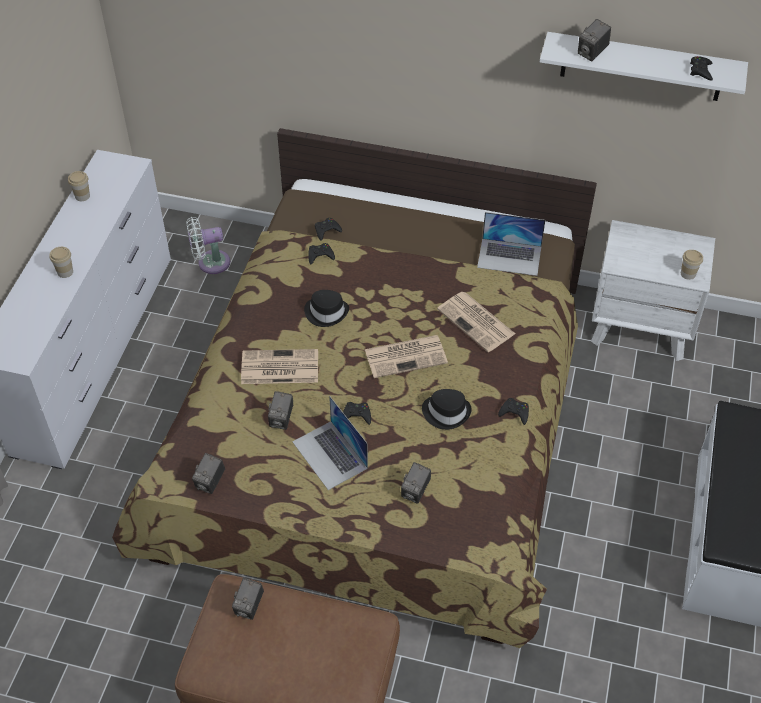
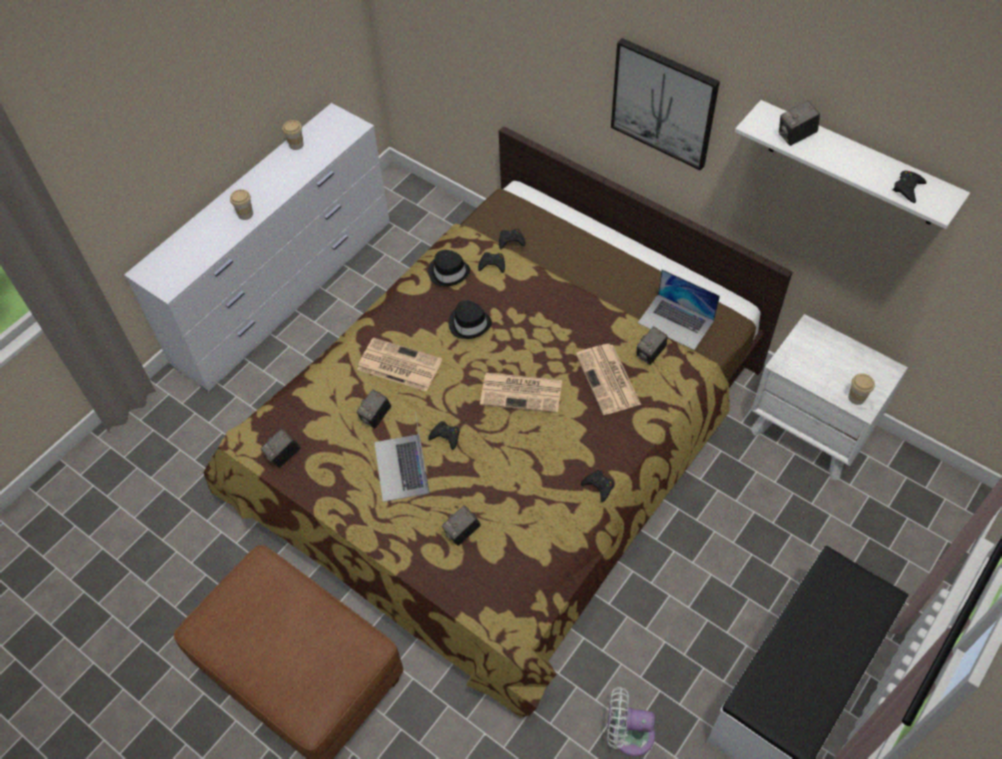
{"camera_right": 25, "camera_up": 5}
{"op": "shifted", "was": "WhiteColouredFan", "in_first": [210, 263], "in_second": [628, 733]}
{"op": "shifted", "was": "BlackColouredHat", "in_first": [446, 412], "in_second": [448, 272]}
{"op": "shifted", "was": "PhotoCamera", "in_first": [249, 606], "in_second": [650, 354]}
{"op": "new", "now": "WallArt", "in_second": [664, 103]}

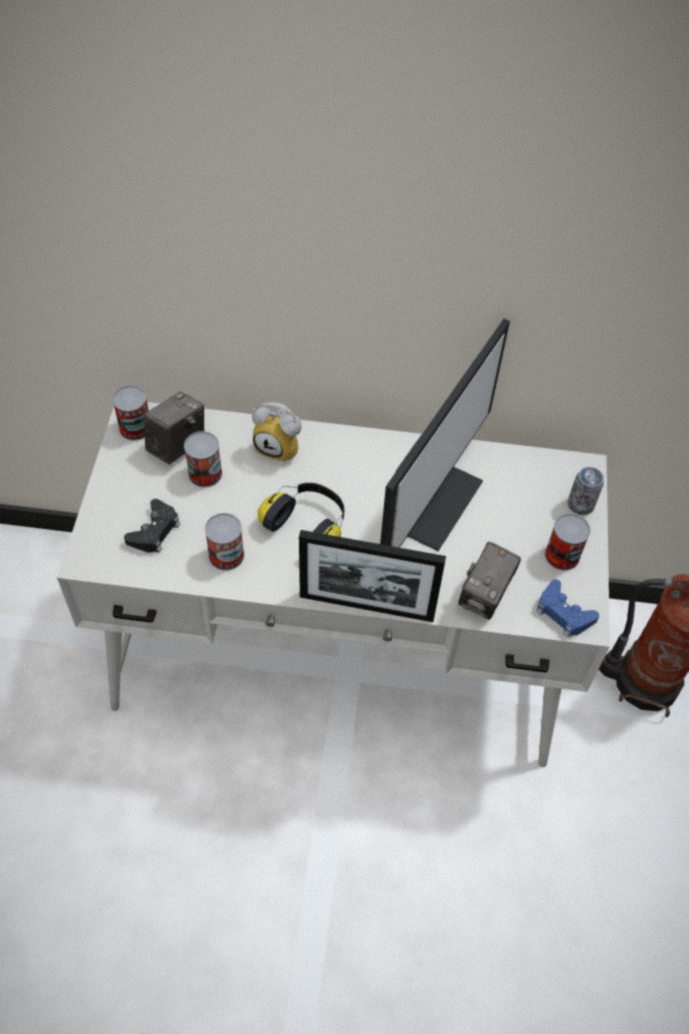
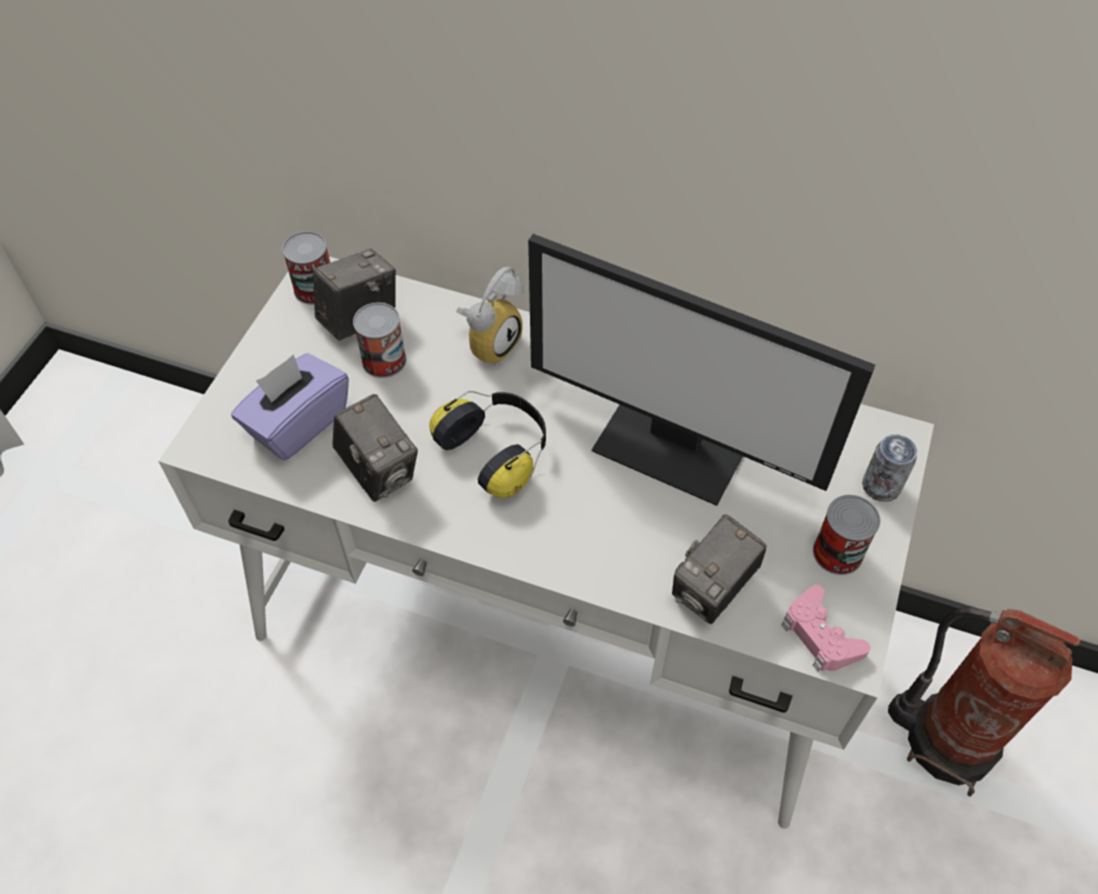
{"camera_right": 15, "camera_up": 0}
{"op": "rotated", "was": "ComputerDisplay", "in_first": [432, 501], "in_second": [673, 446], "clockwise": 75}
{"op": "rotated", "was": "TableClock", "in_first": [280, 447], "in_second": [490, 342], "clockwise": -90}
{"op": "swapped", "was": "BlackColouredGameController", "now": "PurplishTissueBox", "in_first": [154, 531], "in_second": [298, 423]}
{"op": "swapped", "was": "Can", "now": "PhotoCamera", "in_first": [226, 555], "in_second": [379, 470]}
{"op": "gone", "was": "PhotoFrame", "in_first": [366, 606]}
{"op": "repainted", "was": "BlueGameController", "now": "PinkColouredGameController", "in_first": [563, 613], "in_second": [820, 635]}

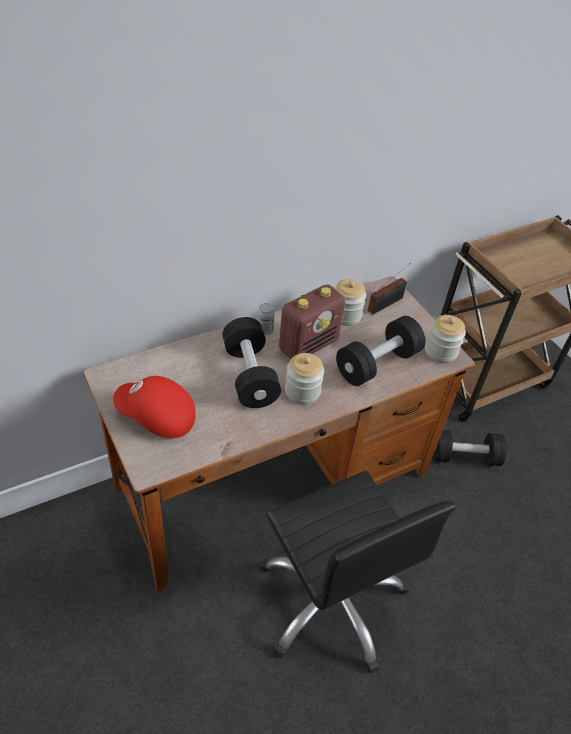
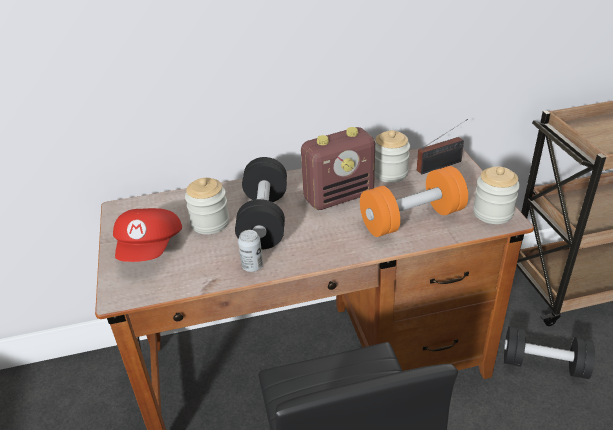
{"camera_right": 20, "camera_up": -10}
{"op": "shifted", "was": "Can", "in_first": [264, 330], "in_second": [252, 266]}
{"op": "repainted", "was": "BlackColouredDumbbell", "now": "OrangeColouredDumbbell", "in_first": [377, 364], "in_second": [412, 219]}
{"op": "shifted", "was": "PreserveJar", "in_first": [302, 391], "in_second": [210, 223]}
{"op": "rotated", "was": "RedPeakedCap", "in_first": [156, 417], "in_second": [151, 248], "clockwise": -120}

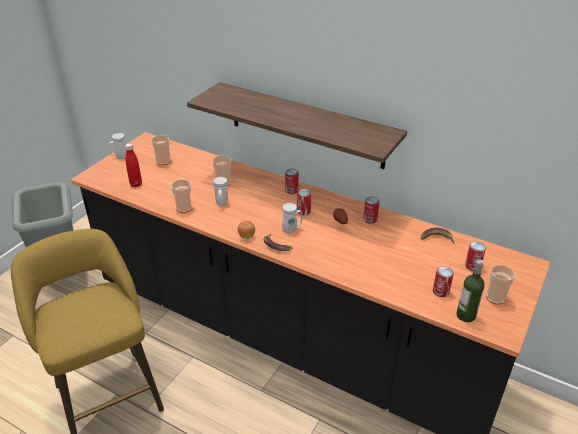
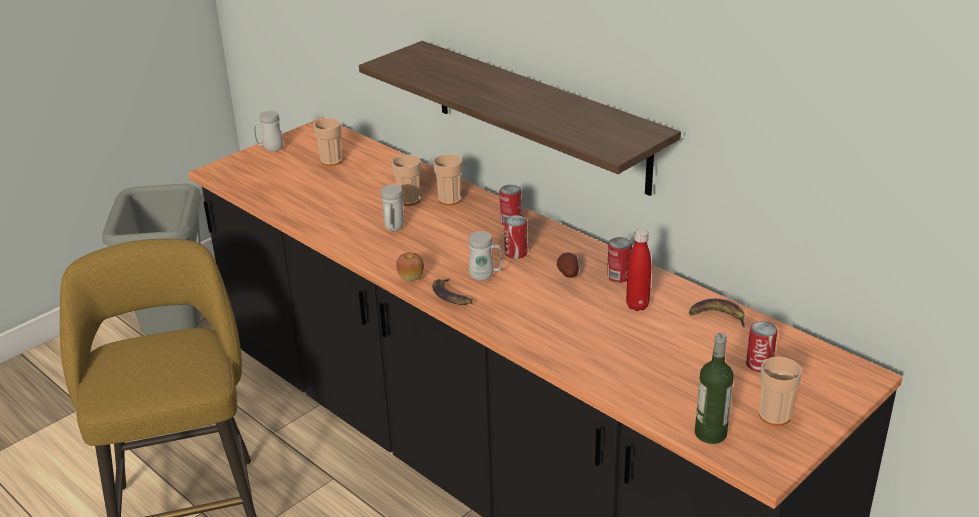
{"camera_right": 15, "camera_up": -5}
{"op": "shifted", "was": "RedBeverageBottle", "in_first": [136, 184], "in_second": [637, 305]}
{"op": "shifted", "was": "SmallCup", "in_first": [184, 208], "in_second": [449, 199]}
{"op": "gone", "was": "Can", "in_first": [440, 291]}

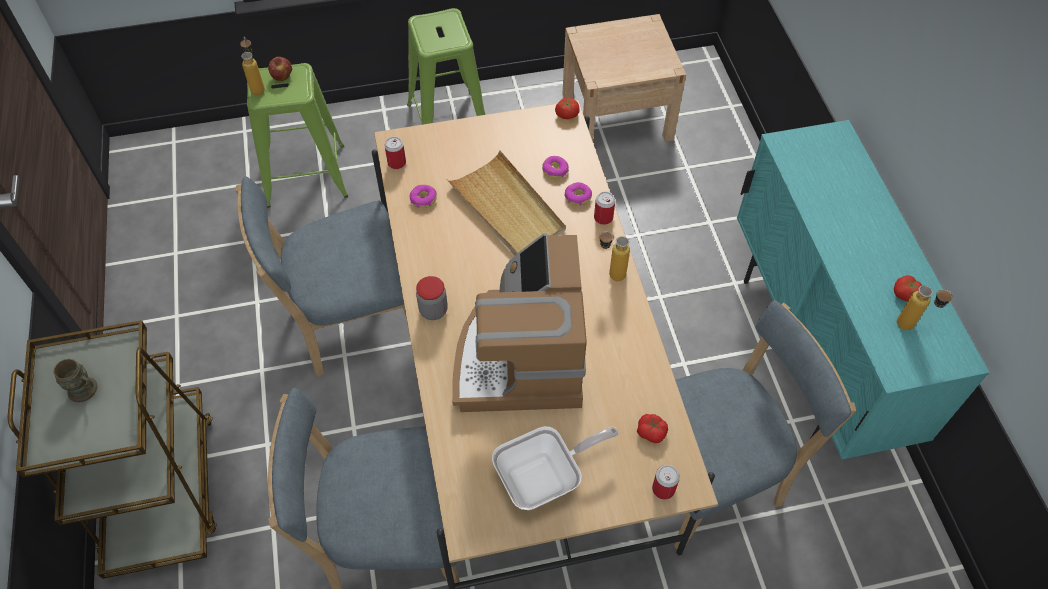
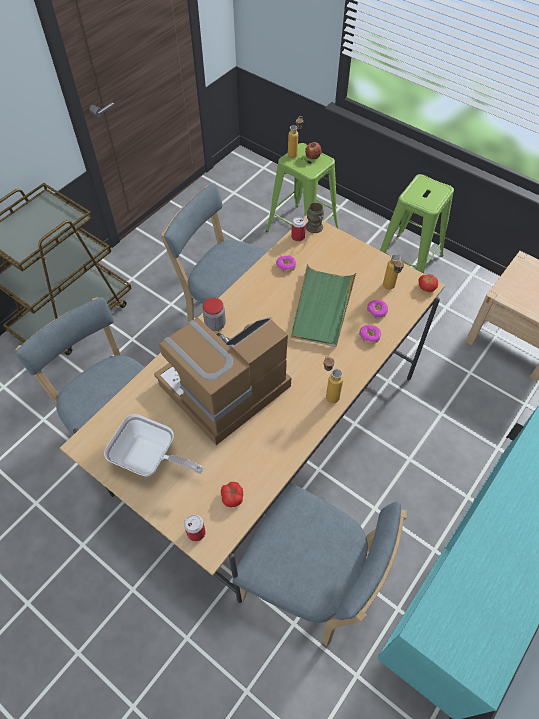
{"camera_right": 50, "camera_up": 0}
{"op": "repainted", "was": "SandColouredTray", "now": "GreenishTray", "in_first": [507, 208], "in_second": [322, 308]}
{"op": "gone", "was": "Can", "in_first": [603, 218]}
{"op": "gone", "was": "WholeTomato", "in_first": [905, 294]}
{"op": "shifted", "was": "BeverageBottle", "in_first": [912, 327], "in_second": [389, 289]}
{"op": "shifted", "was": "BrownColouredMug", "in_first": [87, 391], "in_second": [315, 229]}

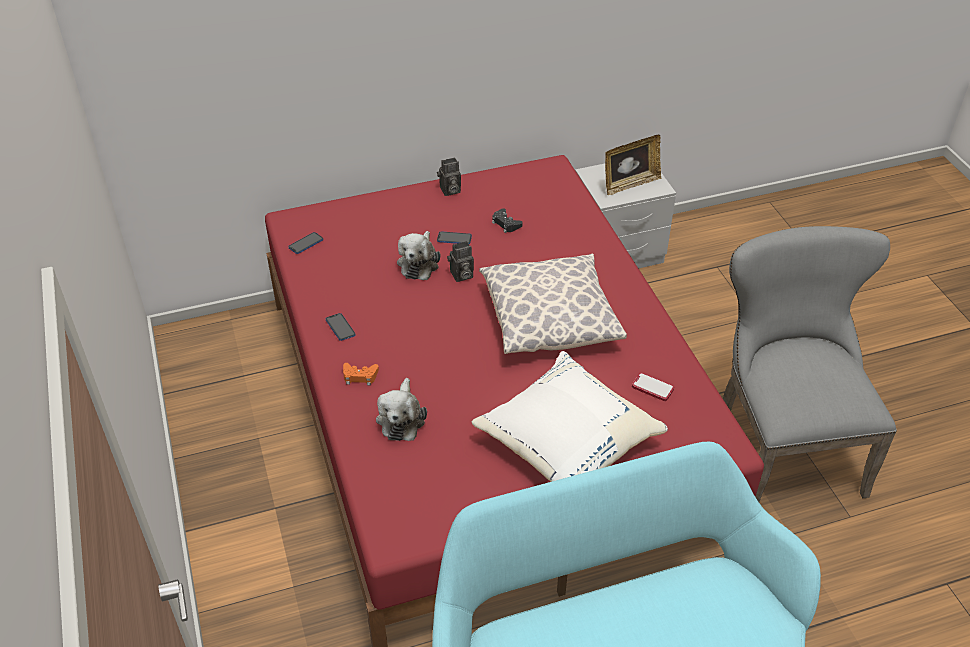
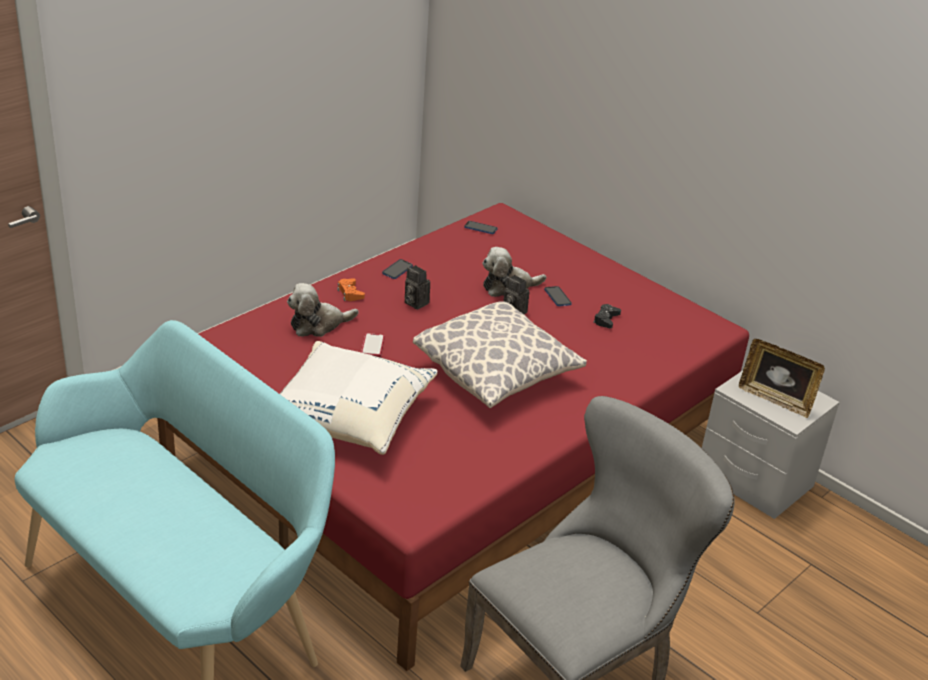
{"camera_right": 60, "camera_up": -10}
{"op": "shifted", "was": "PhotoCamera", "in_first": [449, 190], "in_second": [414, 302]}
{"op": "shifted", "was": "Telephone", "in_first": [652, 388], "in_second": [372, 346]}

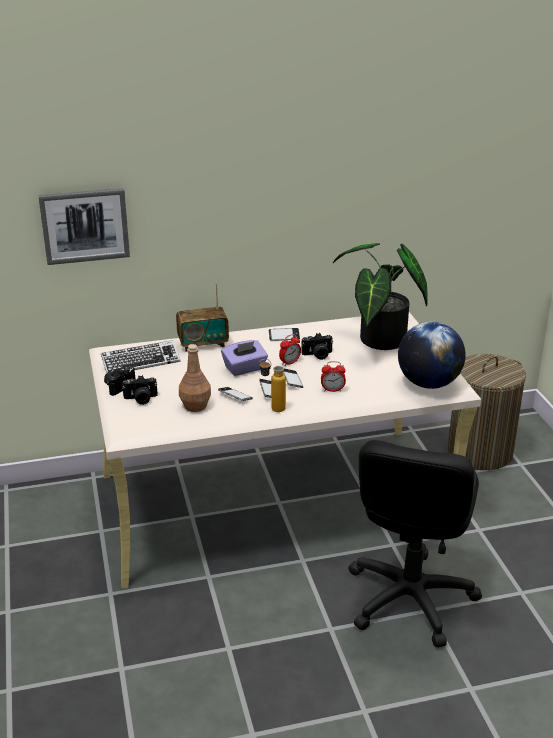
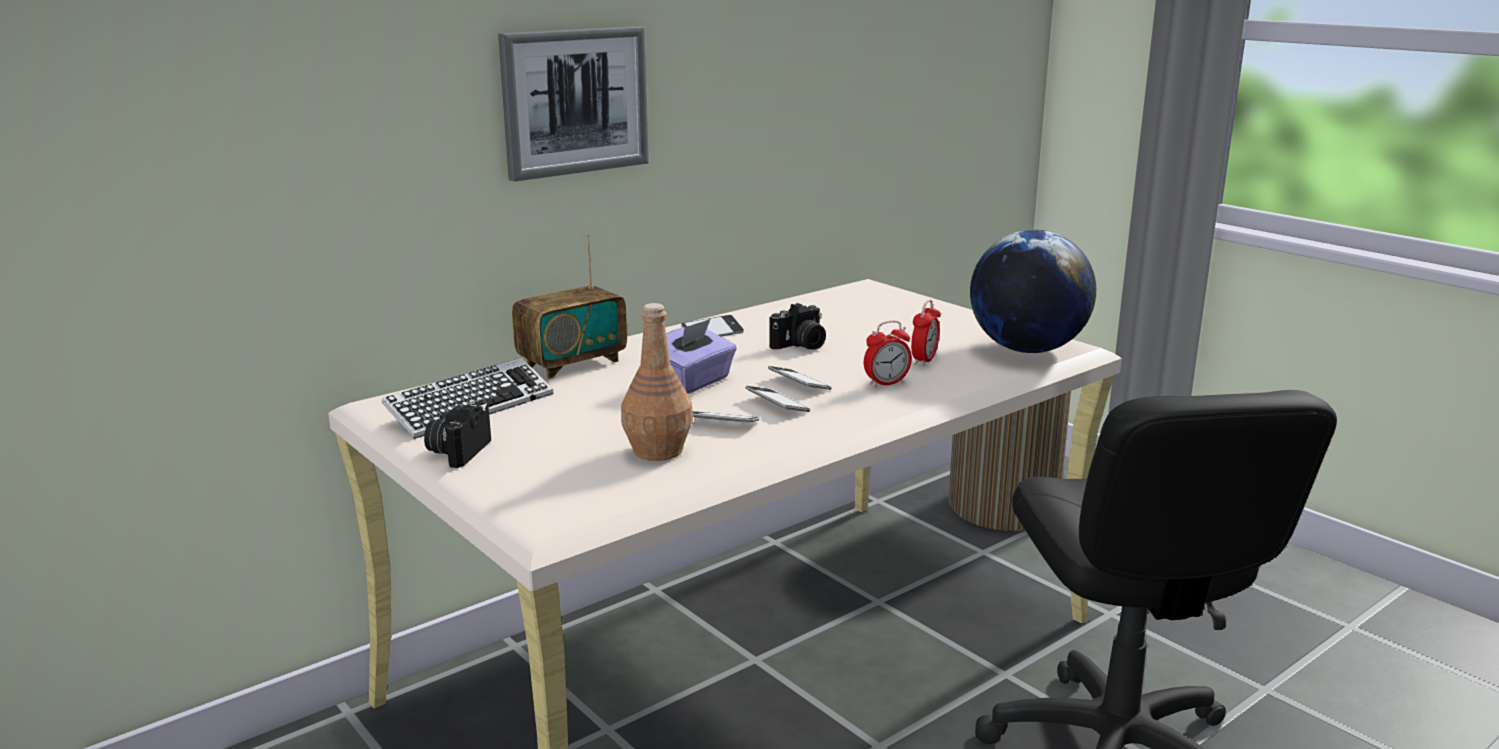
{"camera_right": -25, "camera_up": -10}
{"op": "shifted", "was": "WallArt", "in_first": [85, 225], "in_second": [574, 101]}
{"op": "gone", "was": "PlantInAPot", "in_first": [378, 341]}
{"op": "shifted", "was": "TableClock", "in_first": [289, 362], "in_second": [924, 360]}
{"op": "gone", "was": "BeverageBottle", "in_first": [272, 409]}
{"op": "gone", "was": "PhotoCamera", "in_first": [140, 399]}

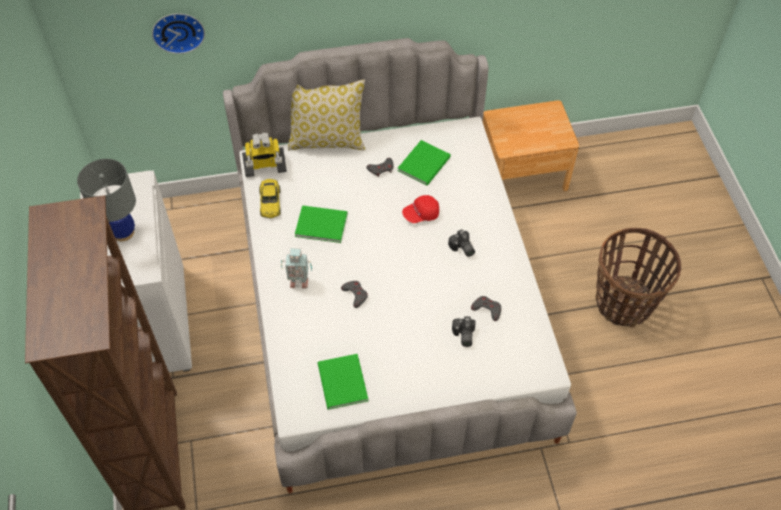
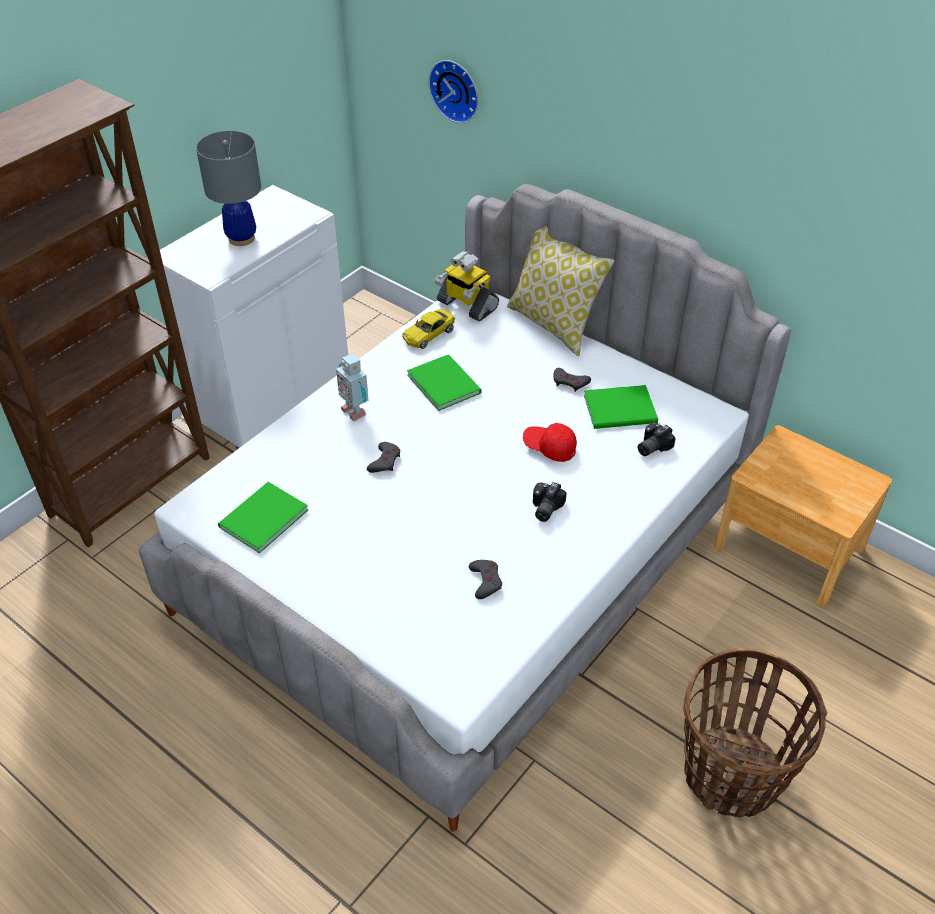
{"camera_right": 50, "camera_up": -10}
{"op": "shifted", "was": "PhotoCamera", "in_first": [463, 335], "in_second": [651, 446]}

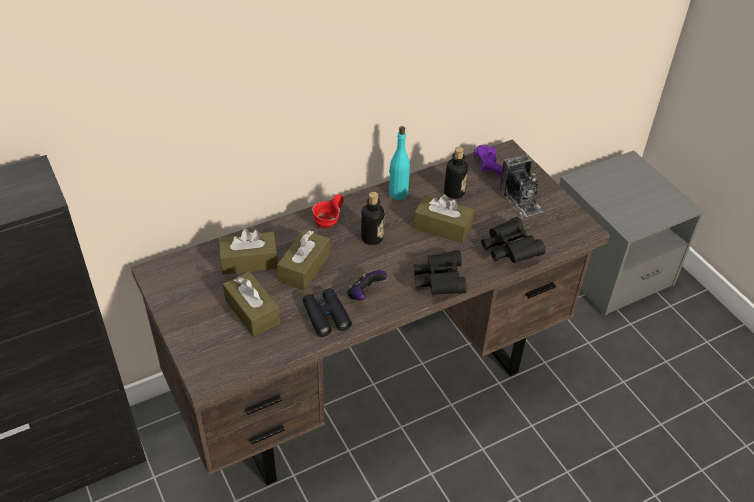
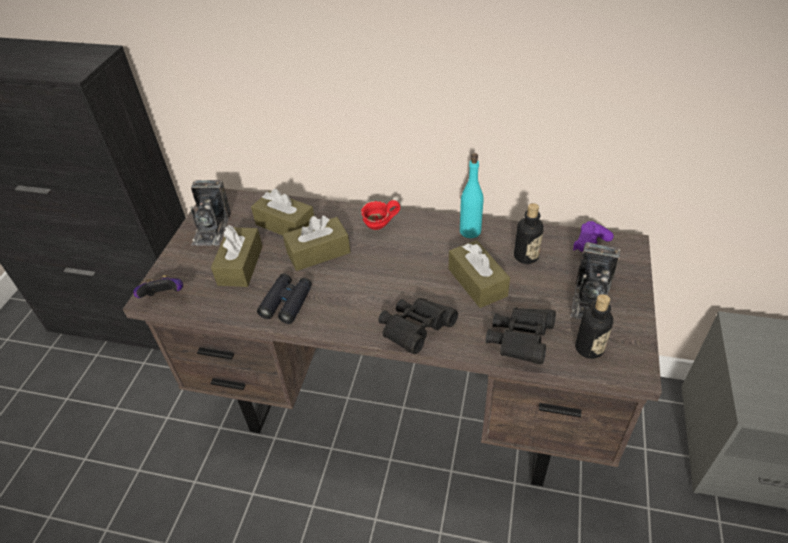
{"camera_right": 45, "camera_up": 0}
{"op": "shifted", "was": "BeverageBottle", "in_first": [372, 238], "in_second": [589, 348]}
{"op": "shifted", "was": "GameController", "in_first": [364, 294], "in_second": [165, 297]}
{"op": "new", "now": "PhotoCamera", "in_second": [212, 228]}

